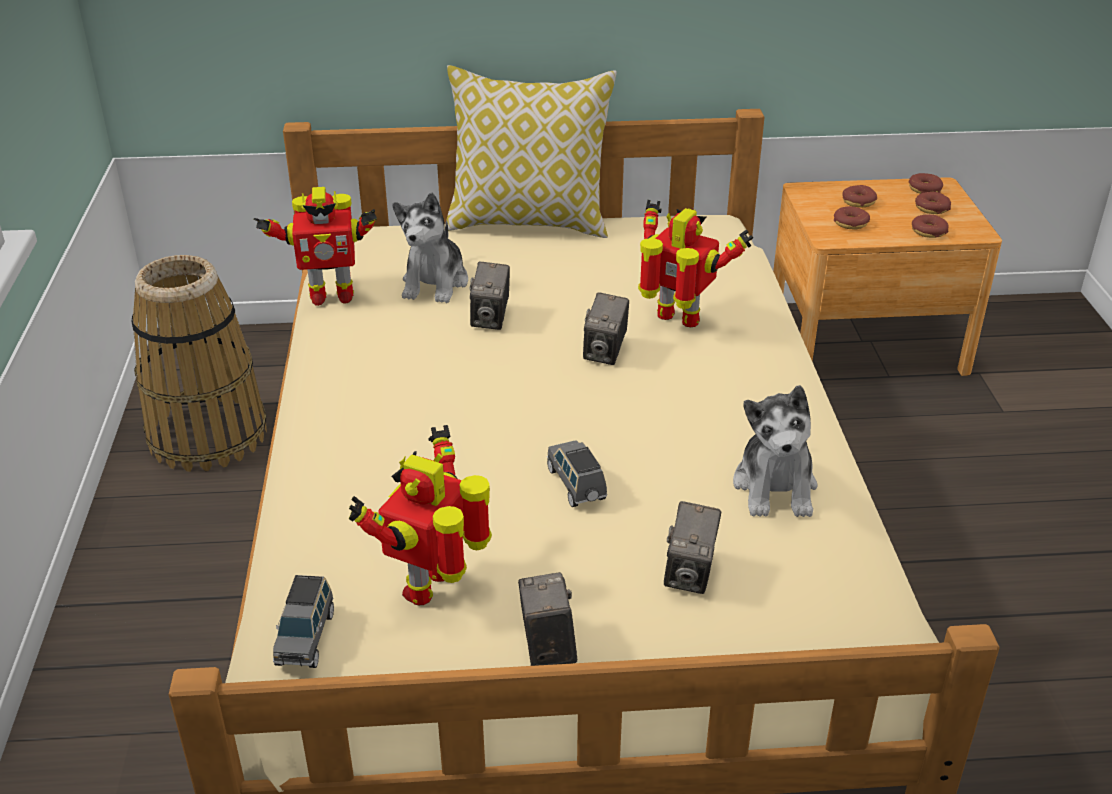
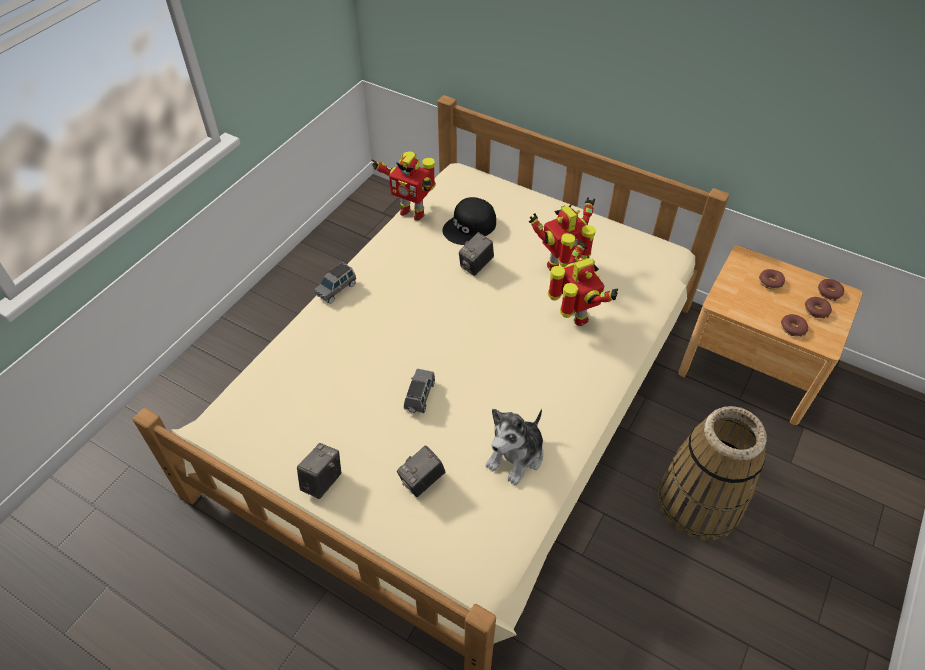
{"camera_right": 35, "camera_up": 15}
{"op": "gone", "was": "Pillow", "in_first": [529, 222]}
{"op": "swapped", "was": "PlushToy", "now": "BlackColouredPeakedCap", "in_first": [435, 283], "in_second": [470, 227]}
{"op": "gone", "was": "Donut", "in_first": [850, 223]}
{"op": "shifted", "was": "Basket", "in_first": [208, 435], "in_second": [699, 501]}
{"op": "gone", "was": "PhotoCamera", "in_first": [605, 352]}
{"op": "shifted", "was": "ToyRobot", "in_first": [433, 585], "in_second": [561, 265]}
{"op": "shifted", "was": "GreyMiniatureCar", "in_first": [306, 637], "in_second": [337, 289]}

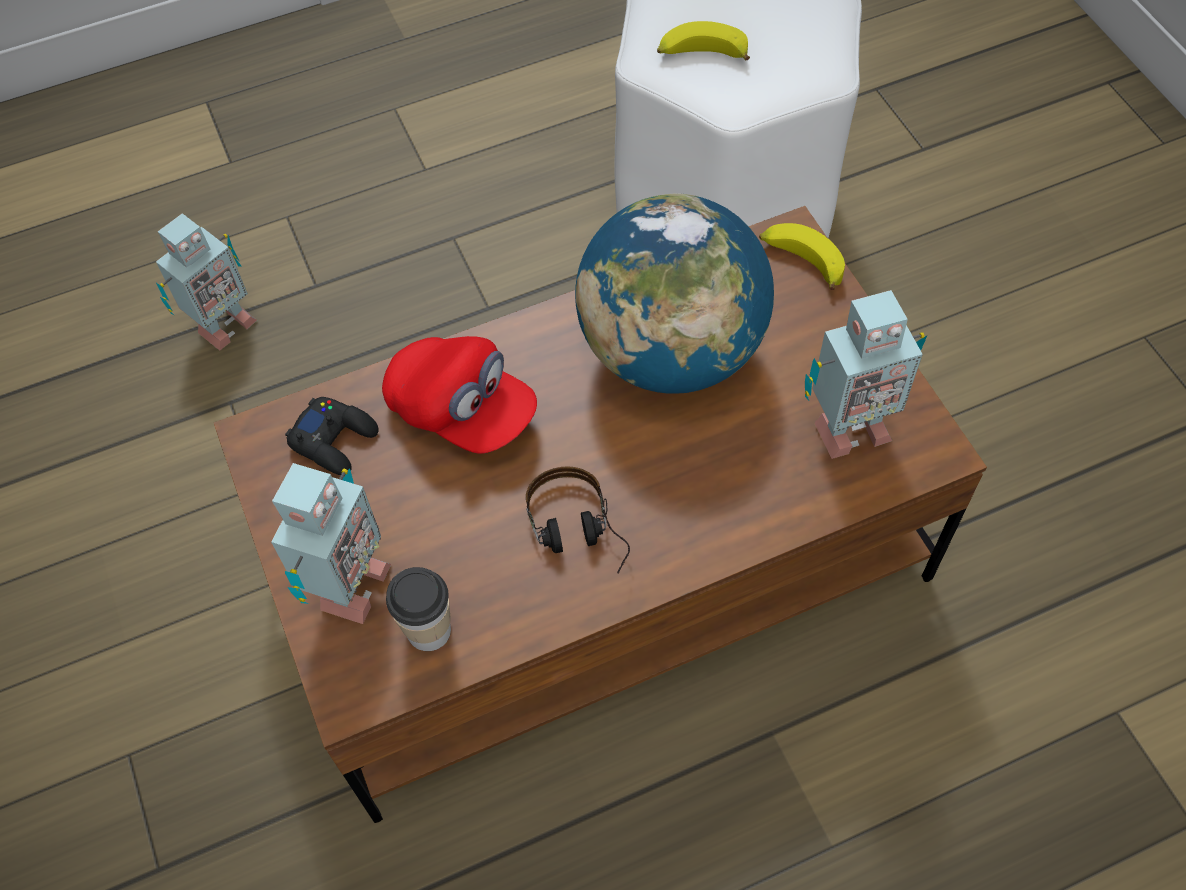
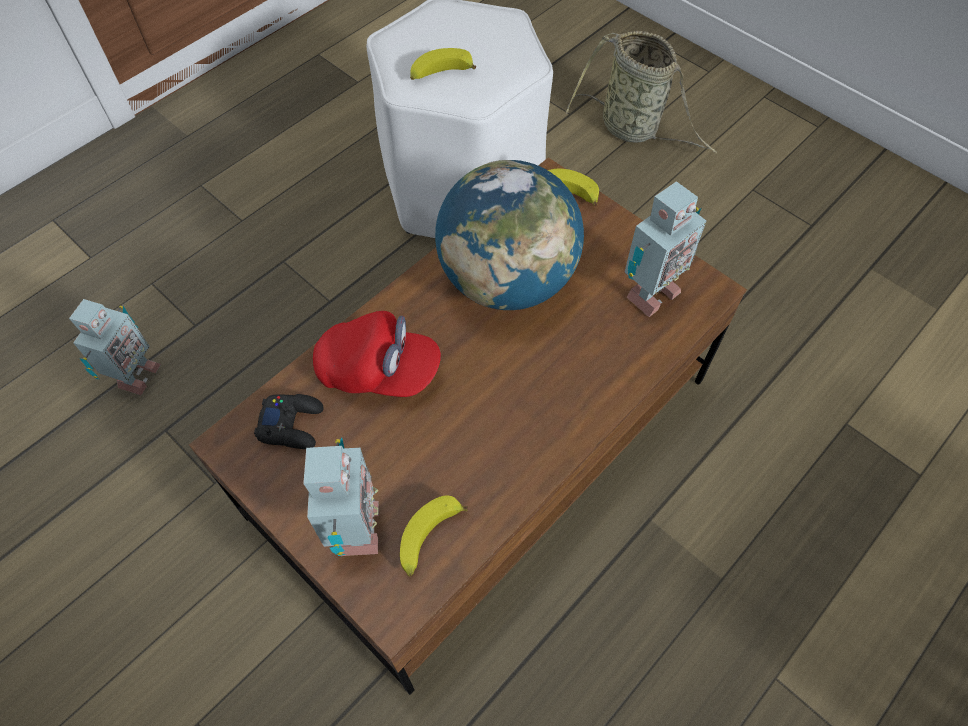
{"camera_right": -25, "camera_up": 0}
{"op": "gone", "was": "PairOfHeadphones", "in_first": [577, 536]}
{"op": "swapped", "was": "SmallCup", "now": "Banana", "in_first": [428, 630], "in_second": [429, 539]}
{"op": "new", "now": "Basket", "in_second": [633, 129]}

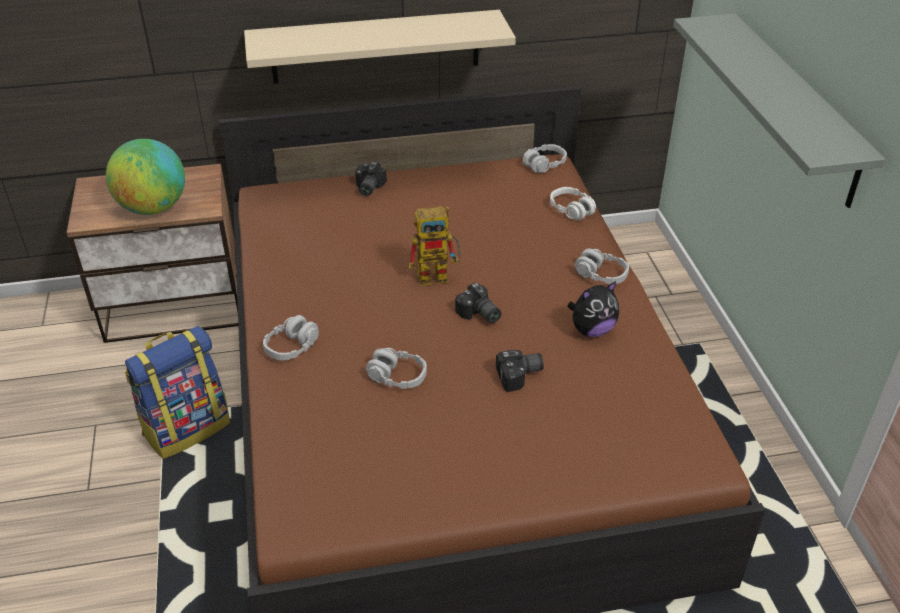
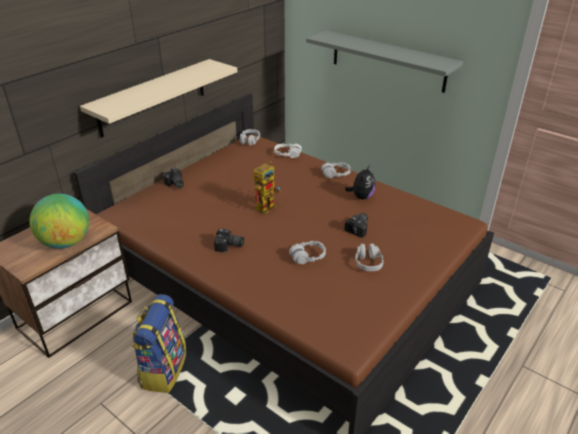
{"camera_right": -40, "camera_up": -5}
{"op": "shifted", "was": "PhotoCamera", "in_first": [478, 315], "in_second": [229, 246]}
{"op": "shifted", "was": "GreyPairOfHeadphones", "in_first": [292, 346], "in_second": [368, 262]}

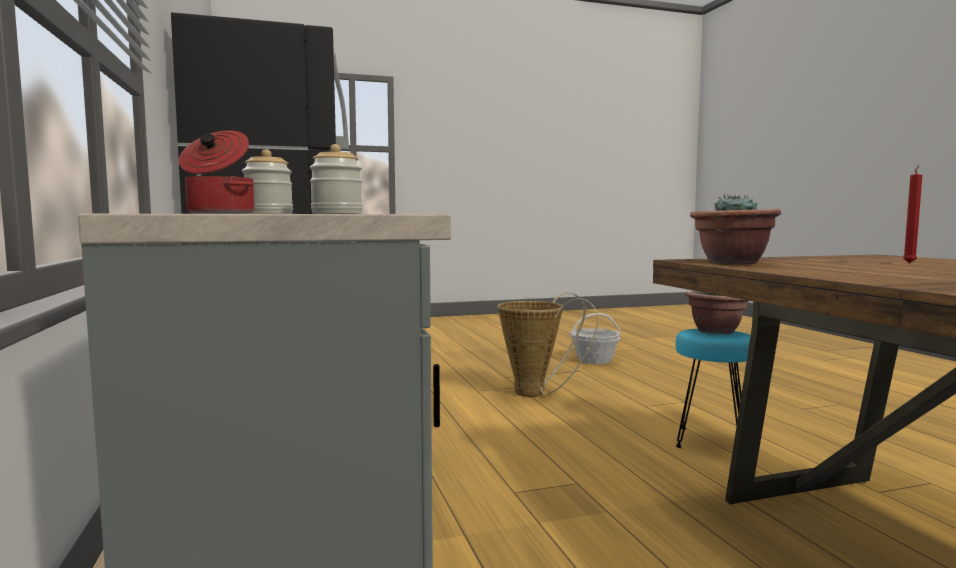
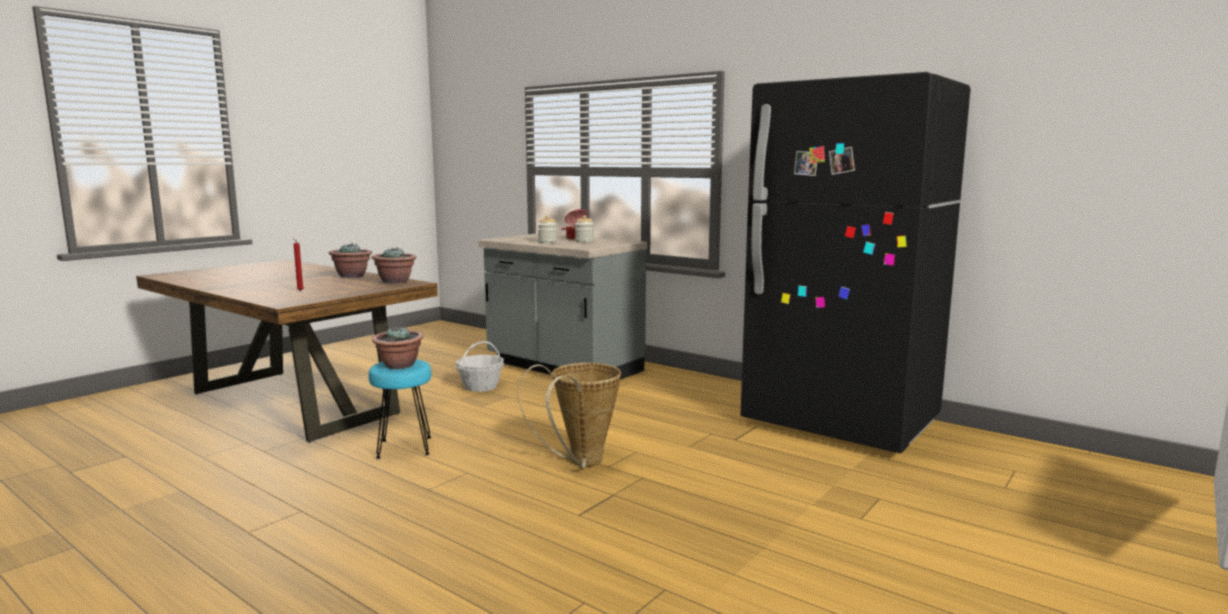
{"camera_right": 145, "camera_up": 5}
{"op": "shifted", "was": "Basket", "in_first": [594, 360], "in_second": [480, 387]}
{"op": "new", "now": "PlantInAPot", "in_second": [352, 276]}

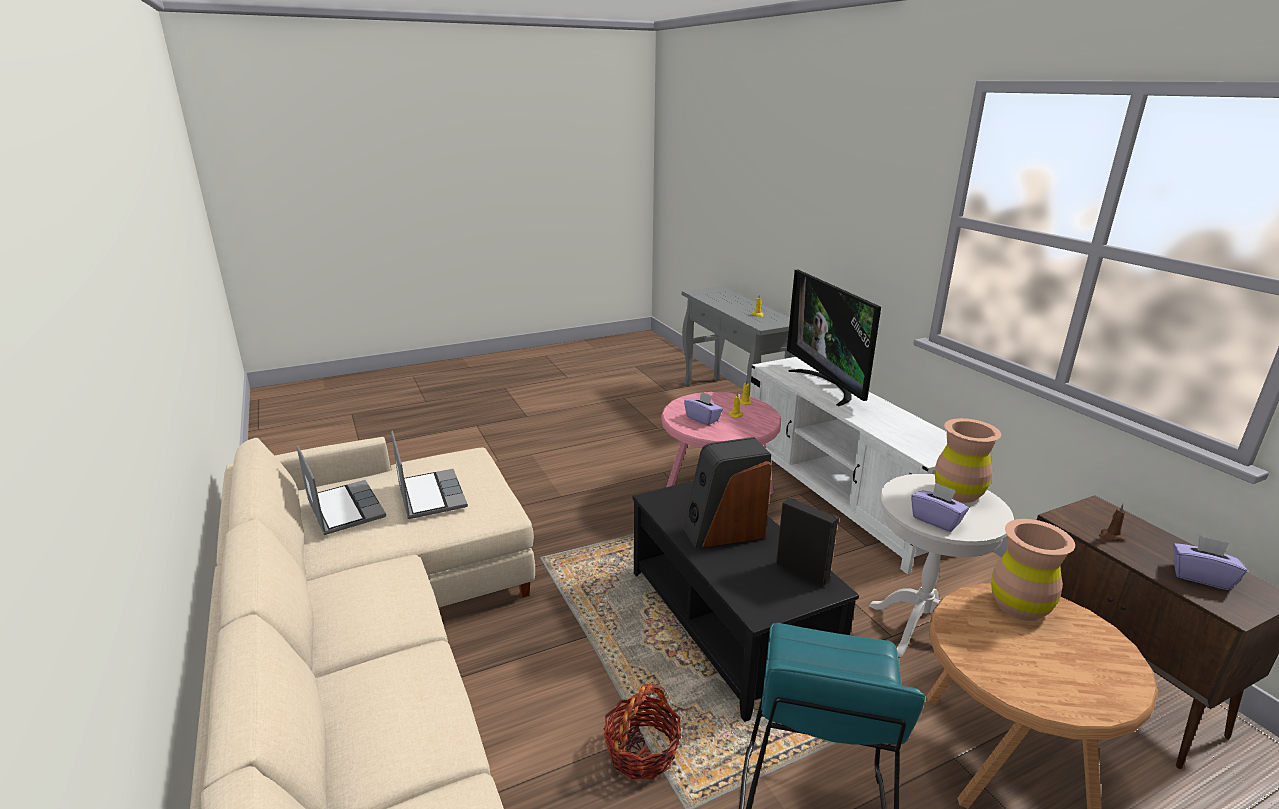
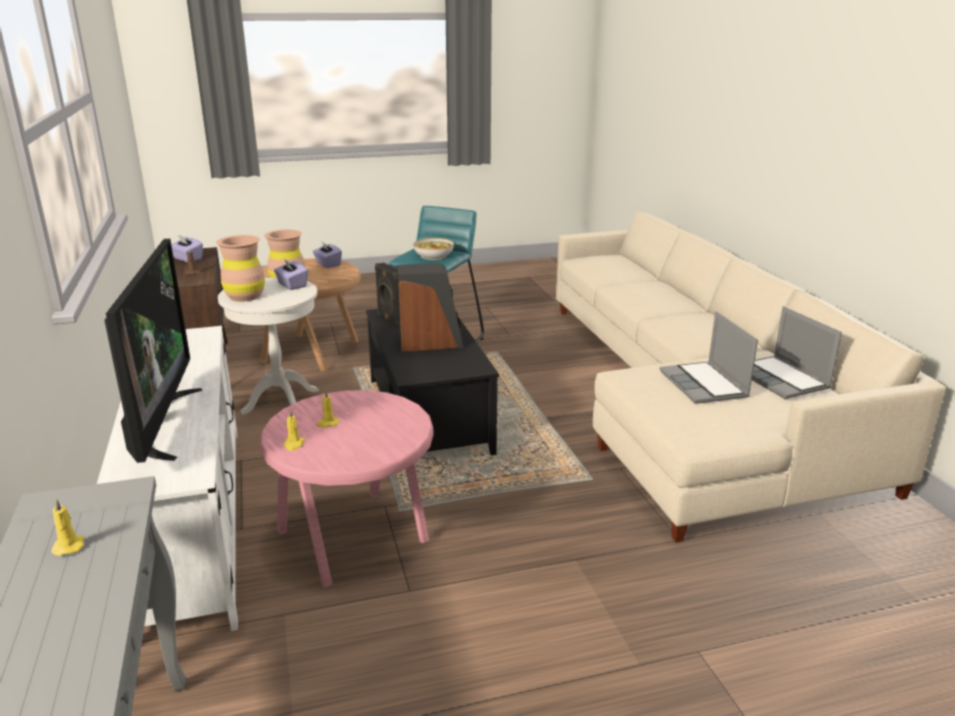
{"camera_right": -170, "camera_up": 0}
{"op": "shifted", "was": "PurplishTissueBox", "in_first": [703, 419], "in_second": [327, 264]}
{"op": "gone", "was": "Basket", "in_first": [642, 751]}
{"op": "new", "now": "ServingBowl", "in_second": [433, 255]}

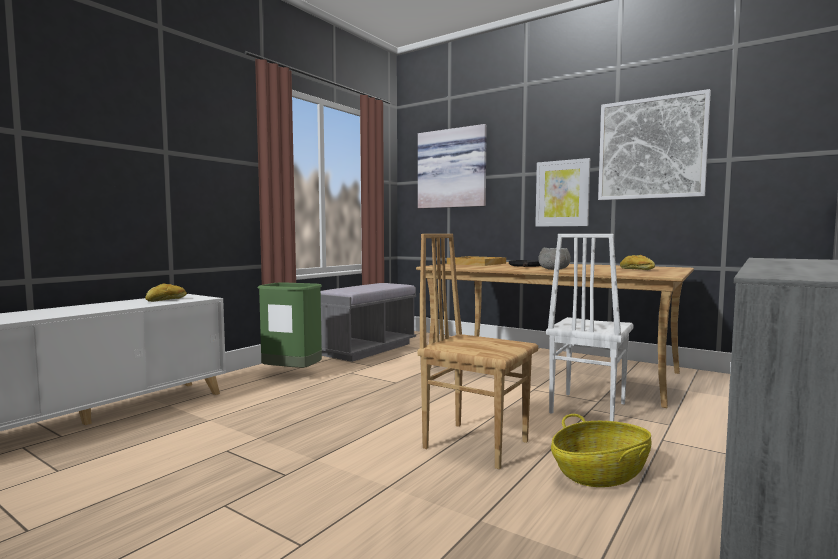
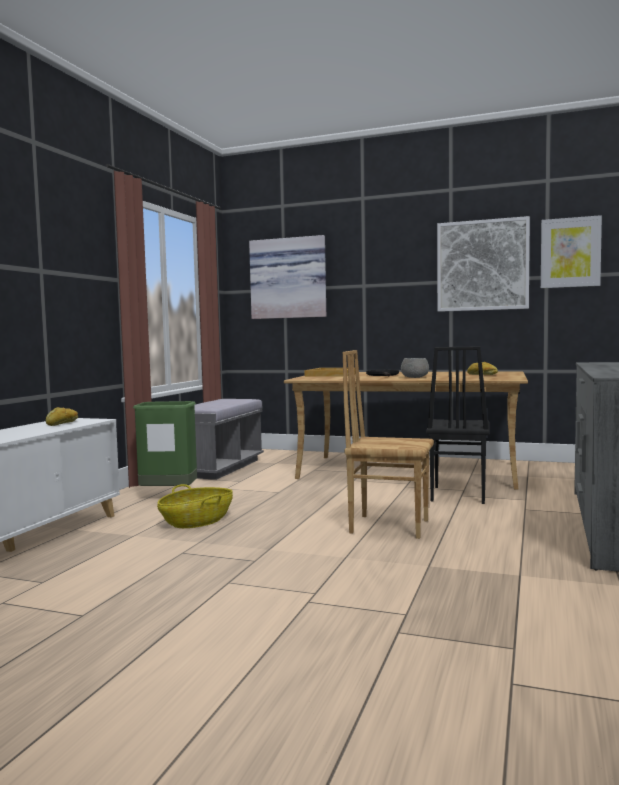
{"camera_right": -15, "camera_up": 0}
{"op": "shifted", "was": "WallArt", "in_first": [562, 193], "in_second": [570, 252]}
{"op": "repainted", "was": "WhiteColouredPlainChair", "now": "BlackColouredPlainChair", "in_first": [586, 408], "in_second": [457, 495]}
{"op": "shifted", "was": "Basket", "in_first": [601, 473], "in_second": [197, 521]}

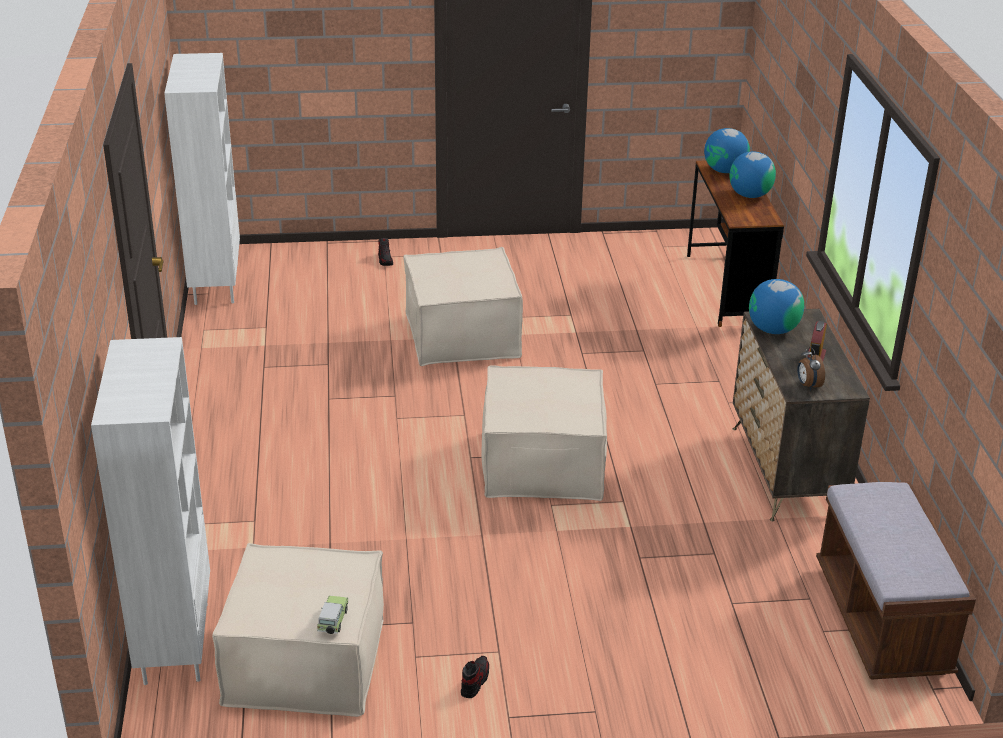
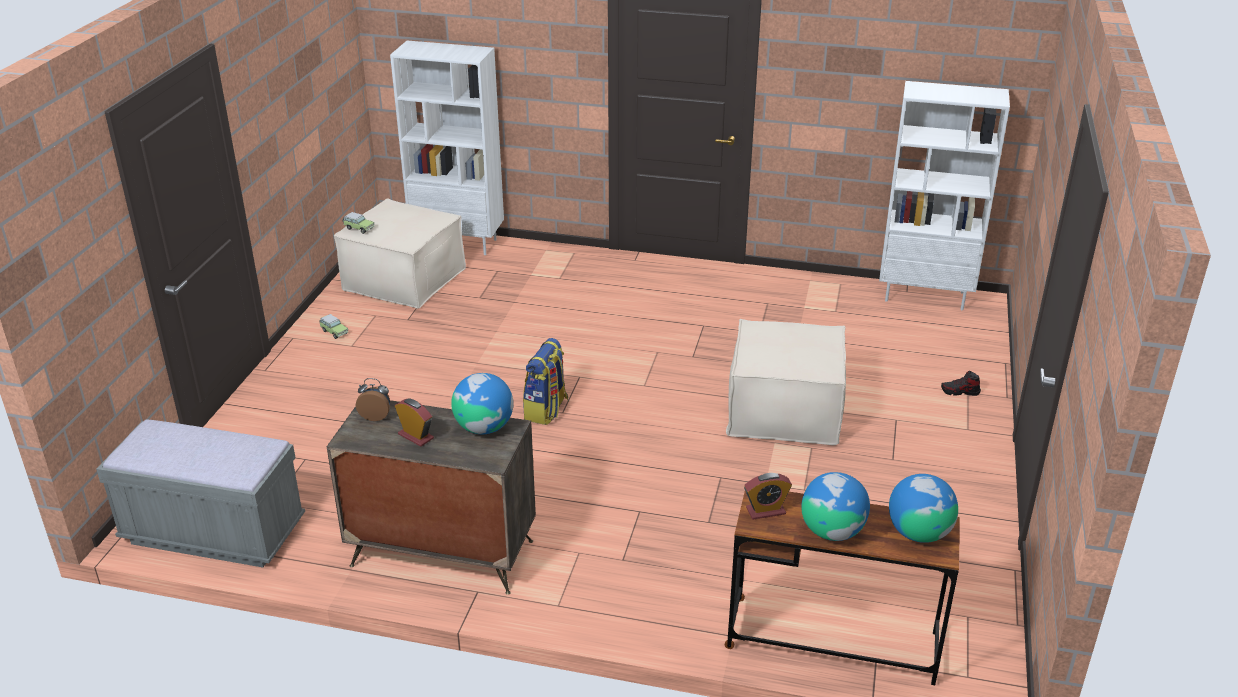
{"camera_right": 110, "camera_up": 0}
{"op": "swapped", "was": "SandColouredFootrest", "now": "Knapsack", "in_first": [543, 464], "in_second": [546, 410]}
{"op": "repainted", "was": "BrownColouredBench", "now": "GreyBench", "in_first": [881, 621], "in_second": [213, 533]}
{"op": "swapped", "was": "LowShoe", "now": "MiniatureCar", "in_first": [474, 681], "in_second": [334, 332]}
{"op": "new", "now": "TableClock", "in_second": [765, 511]}

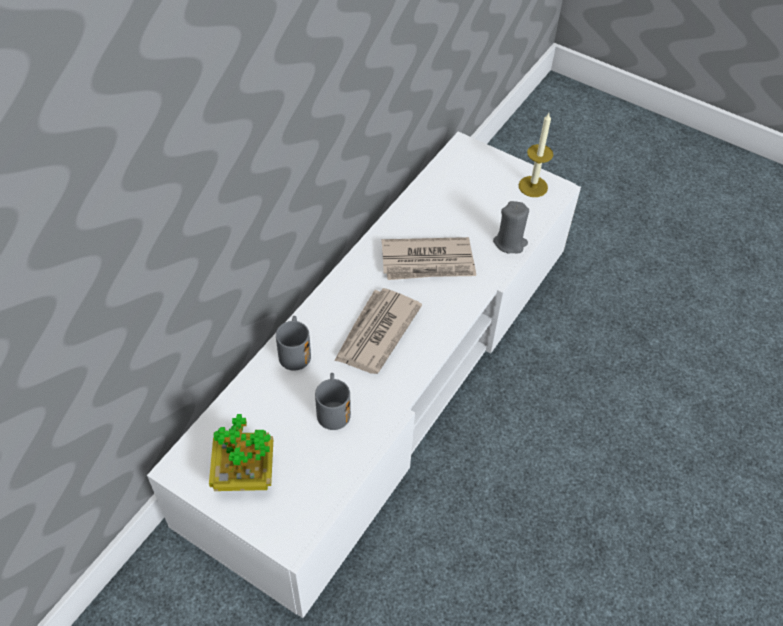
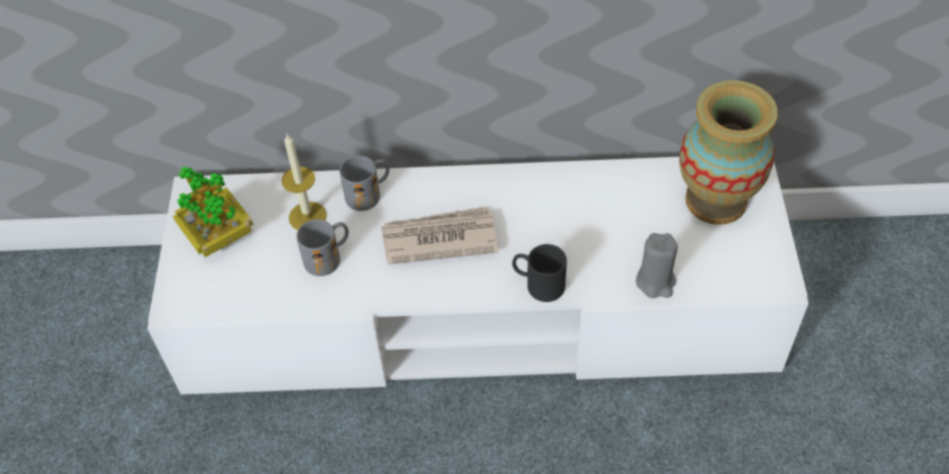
{"camera_right": 60, "camera_up": 0}
{"op": "shifted", "was": "Candle", "in_first": [533, 186], "in_second": [307, 216]}
{"op": "gone", "was": "Newspaper", "in_first": [428, 262]}
{"op": "new", "now": "DecorativeVase", "in_second": [716, 200]}
{"op": "new", "now": "BlackColouredMug", "in_second": [538, 284]}

